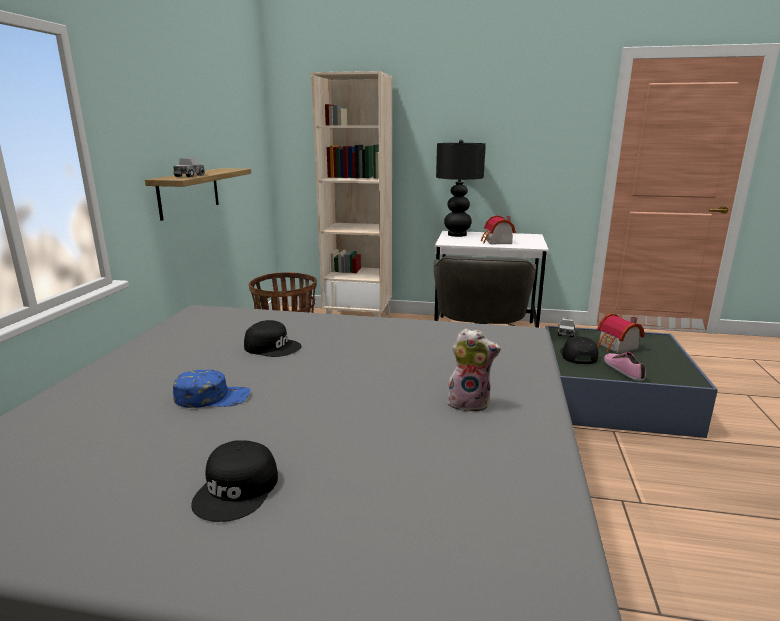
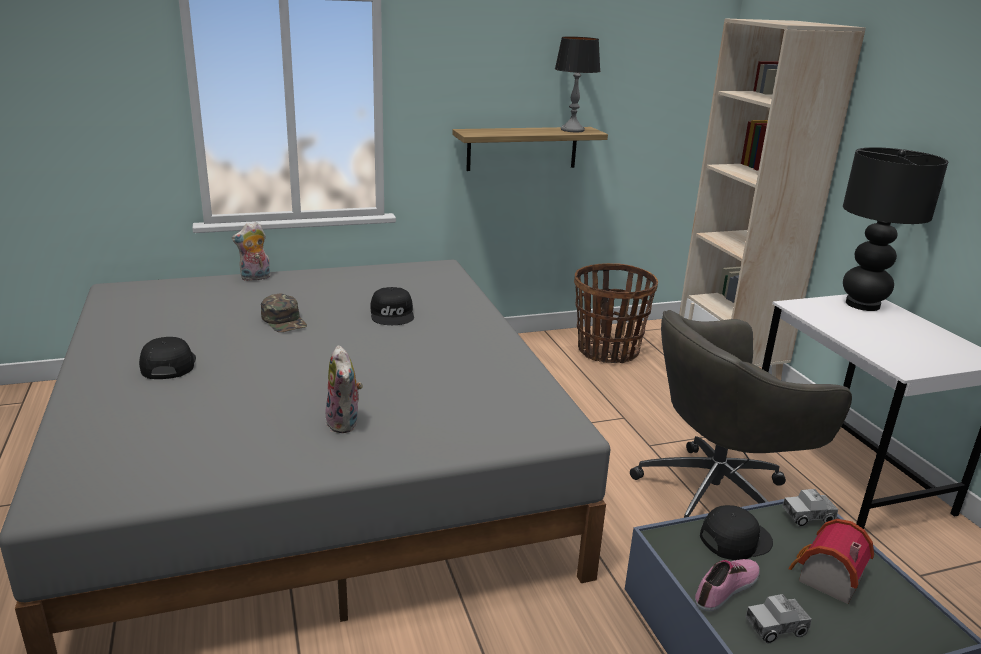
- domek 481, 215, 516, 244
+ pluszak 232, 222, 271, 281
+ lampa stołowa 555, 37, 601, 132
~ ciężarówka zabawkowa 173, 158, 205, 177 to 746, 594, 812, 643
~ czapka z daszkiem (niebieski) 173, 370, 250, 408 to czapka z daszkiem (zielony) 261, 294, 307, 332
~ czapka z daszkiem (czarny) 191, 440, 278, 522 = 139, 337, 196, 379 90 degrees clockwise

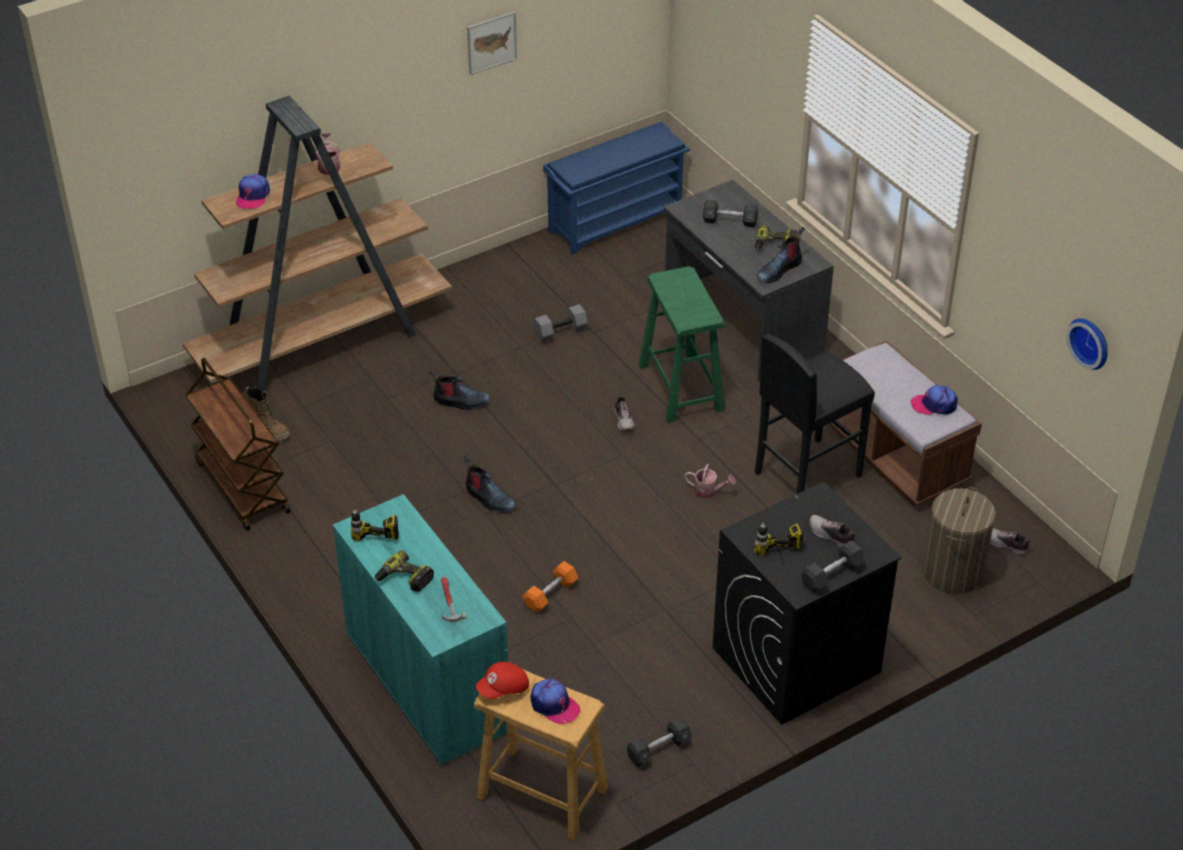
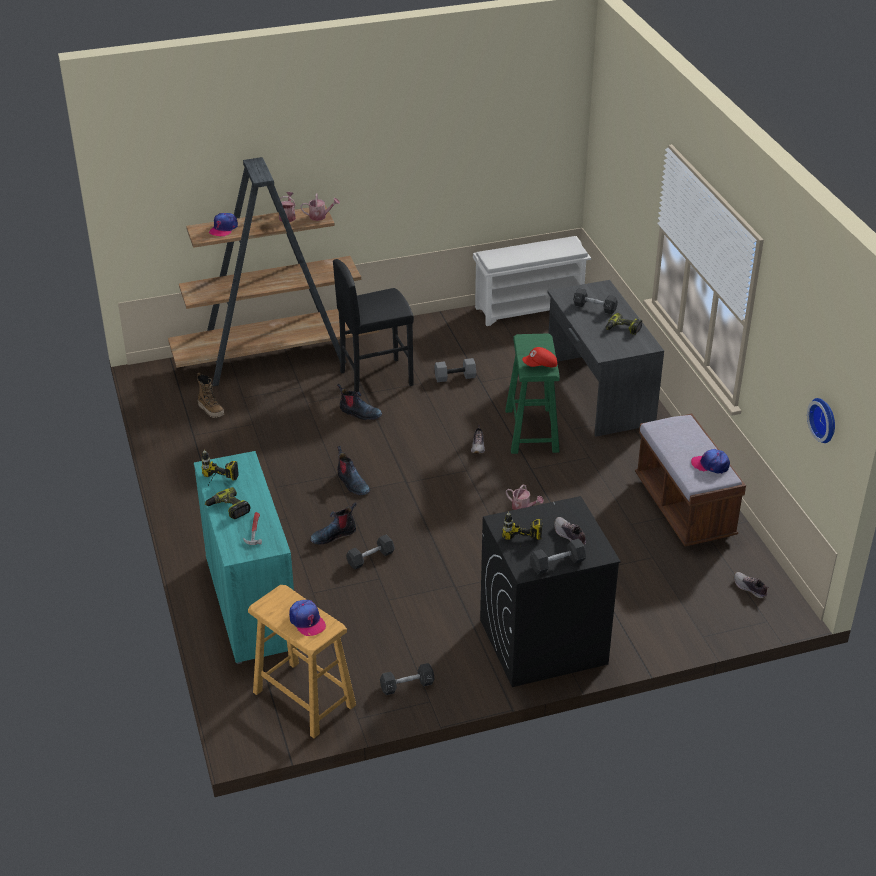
- wózek (brązowy) 185, 358, 291, 531
- obraz 467, 11, 517, 75
- kosz na pranie 923, 487, 996, 594
+ konewka 301, 193, 340, 221
~ czapka z daszkiem (czerwony) 476, 662, 529, 699 to 522, 347, 557, 367
~ stołek (czarny) 755, 334, 875, 494 to 333, 259, 414, 392
~ but z cholewką 757, 227, 805, 283 to 310, 502, 357, 545
~ hantel (pomarańczowy) 523, 561, 578, 613 to hantel (czarny) 346, 535, 394, 569
~ regał na buty (niebieski) 543, 122, 690, 255 to regał na buty (biały) 473, 236, 591, 326

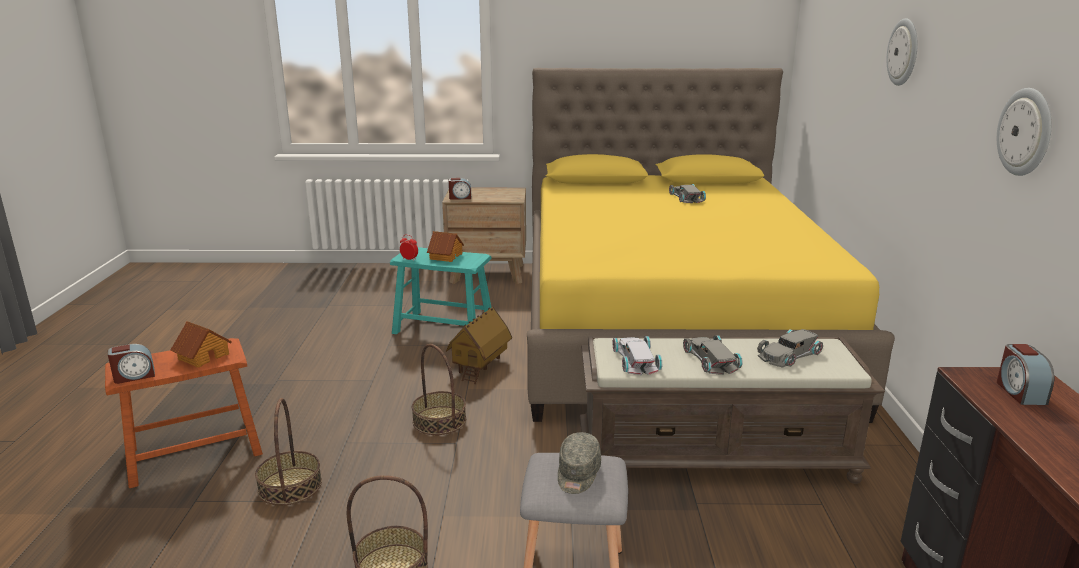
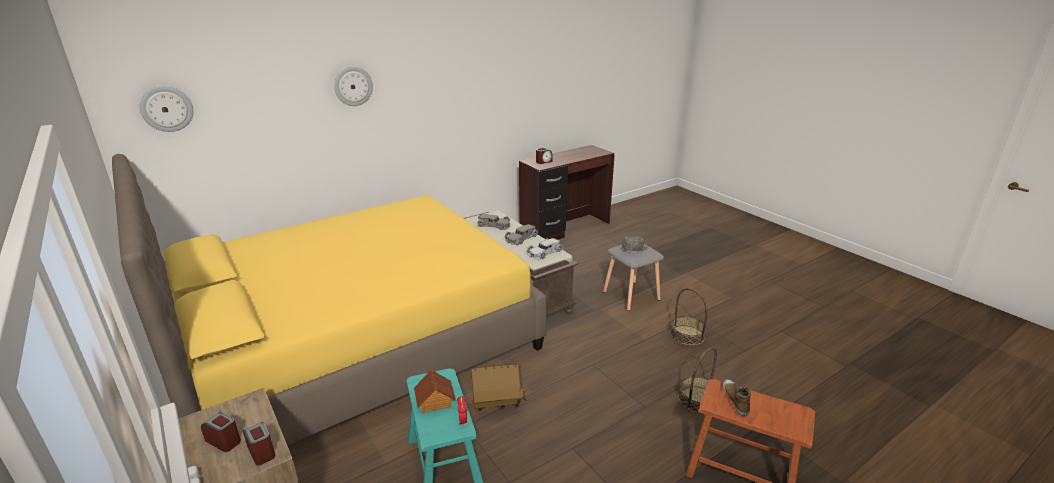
- koszyk 412, 344, 466, 435
- samochodzik (szary) 669, 184, 706, 203
~ budzik 108, 344, 155, 384 to 201, 412, 241, 452
~ zegar ścienny 997, 88, 1052, 176 to 139, 86, 194, 132
~ domek 170, 321, 232, 368 to but 723, 379, 751, 416

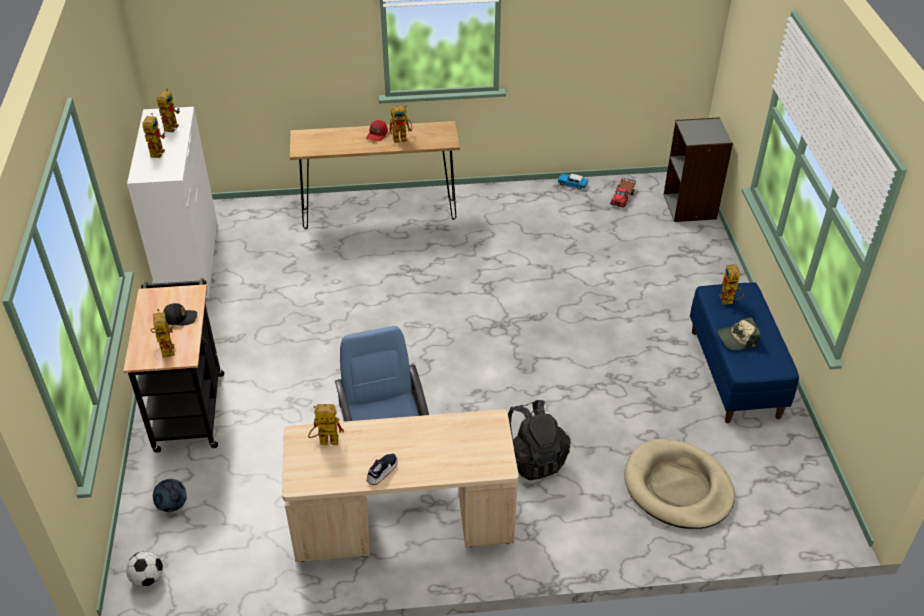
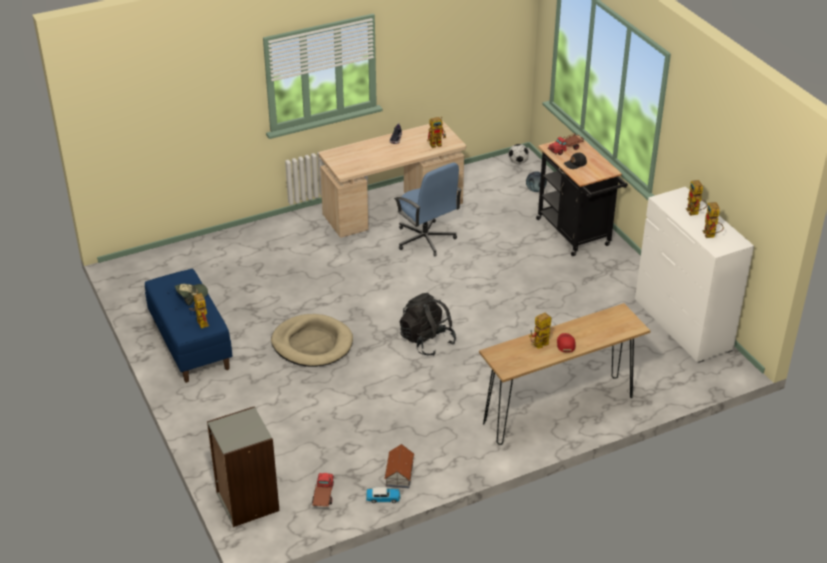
+ domek 384, 444, 414, 488
~ plecak (czarny) 508, 400, 571, 480 to 400, 293, 456, 356
~ legowisko (beżowy) 624, 438, 735, 529 to 271, 314, 353, 367
~ robot zabawkowy 151, 309, 175, 358 to ciężarówka zabawkowa 548, 133, 584, 155

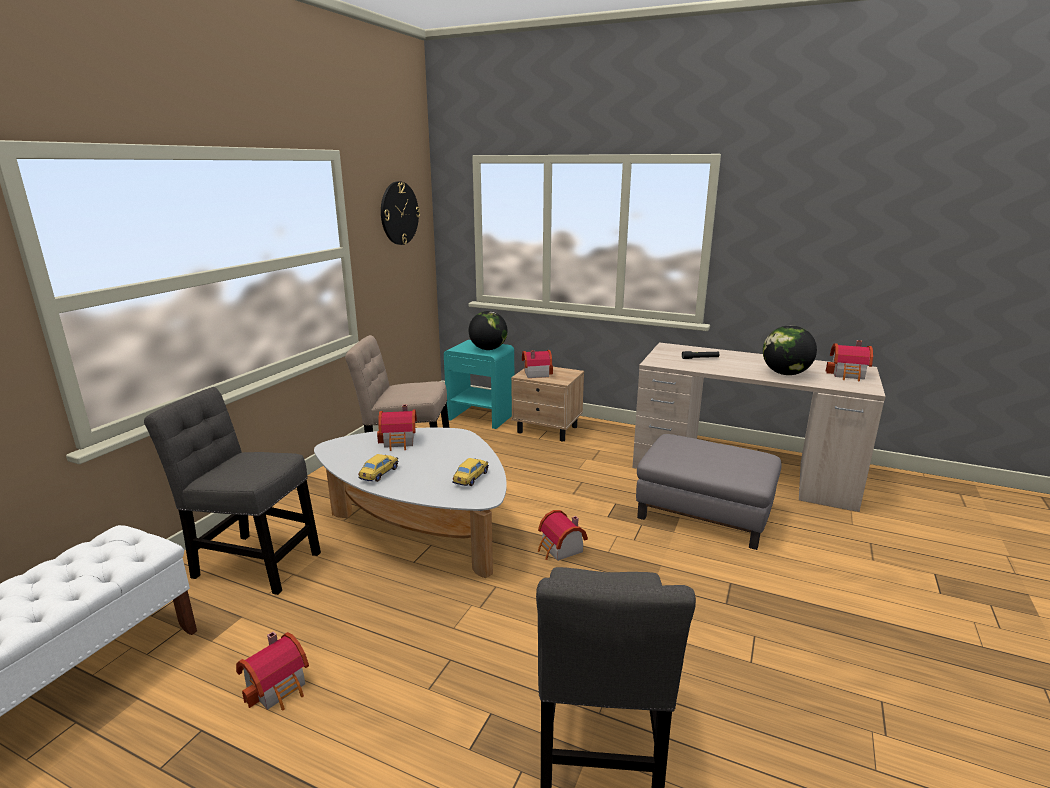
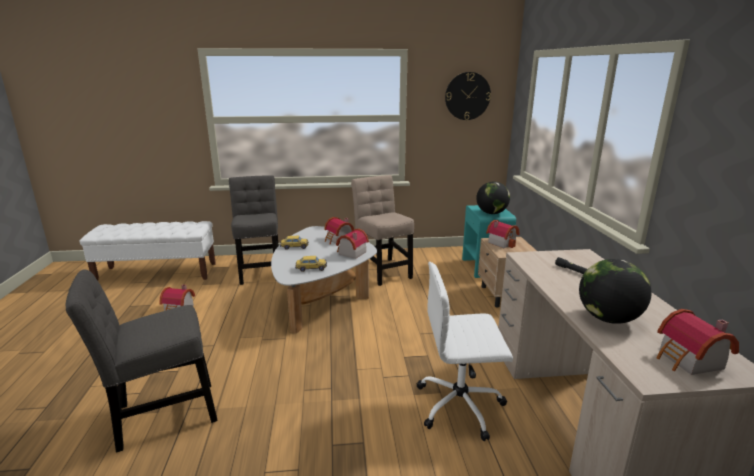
~ domek 538, 510, 588, 561 to 336, 229, 369, 259
~ pufa (szary) 636, 434, 782, 550 to krzesło biurowe (biały) 417, 262, 513, 441

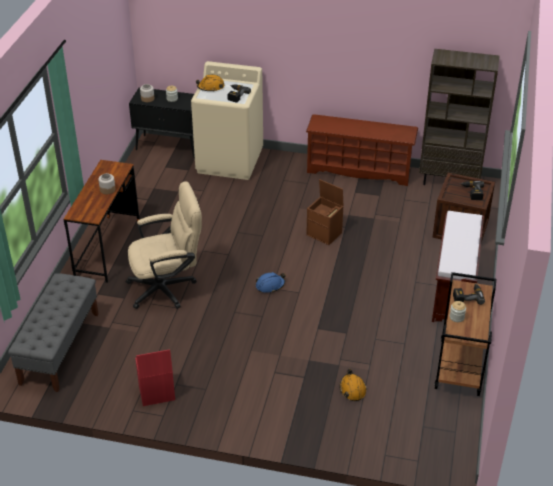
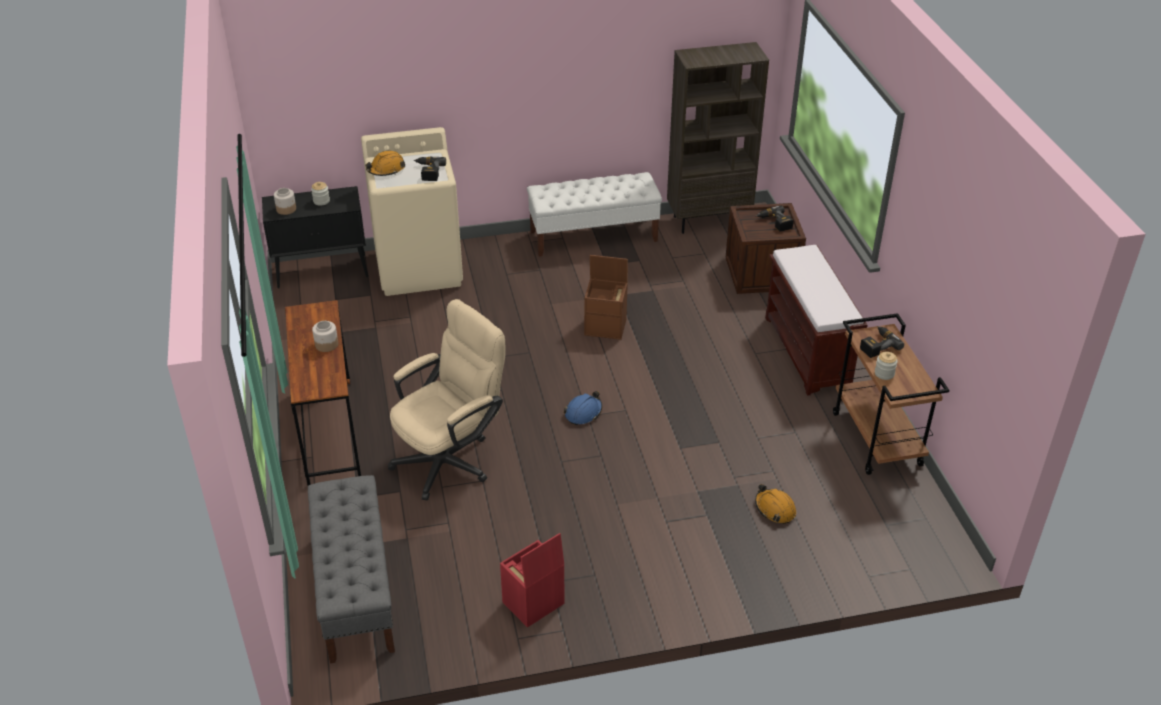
~ regał na buty (brązowy) 306, 114, 418, 186 to ławka (biały) 527, 172, 662, 257

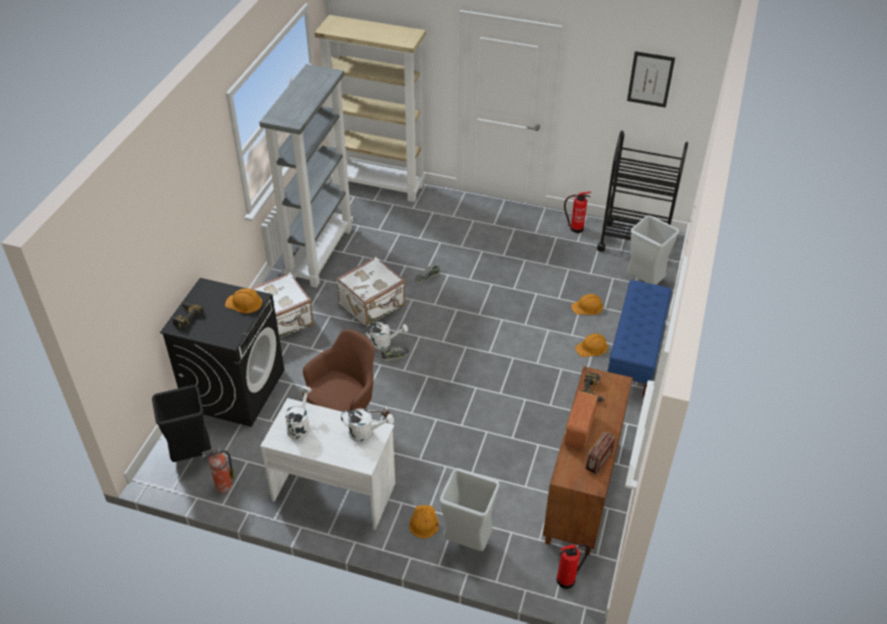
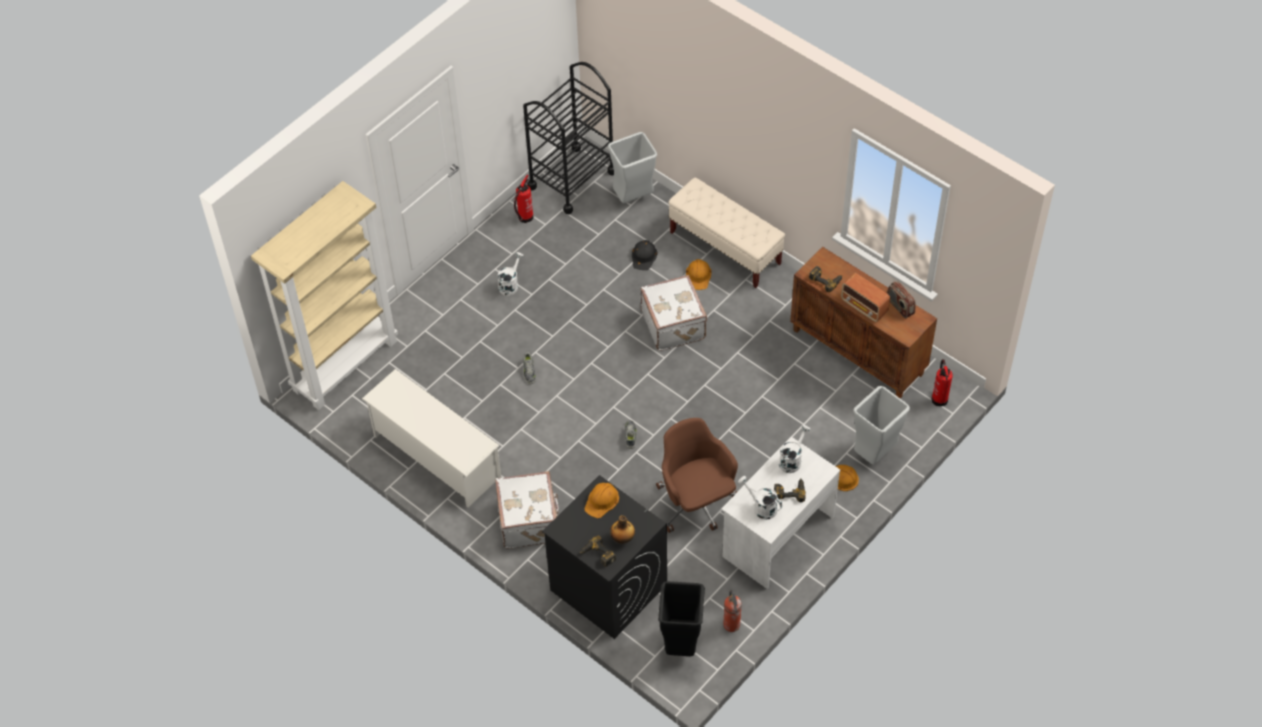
- obraz 627, 51, 675, 108
+ butelka 610, 515, 635, 544
+ wiertarka 774, 479, 806, 502
~ walizka (biały) 336, 257, 405, 327 to 641, 275, 707, 351
~ konewka (biały) 365, 322, 408, 350 to 498, 252, 524, 296
~ regał (szary) 259, 64, 353, 288 to regał na buty (biały) 362, 369, 501, 507
~ kask (pomarańczowy) 571, 294, 603, 315 to kask (czarny) 632, 240, 658, 270
~ ławka (niebieski) 607, 280, 672, 398 to ławka (beżowy) 668, 178, 785, 288

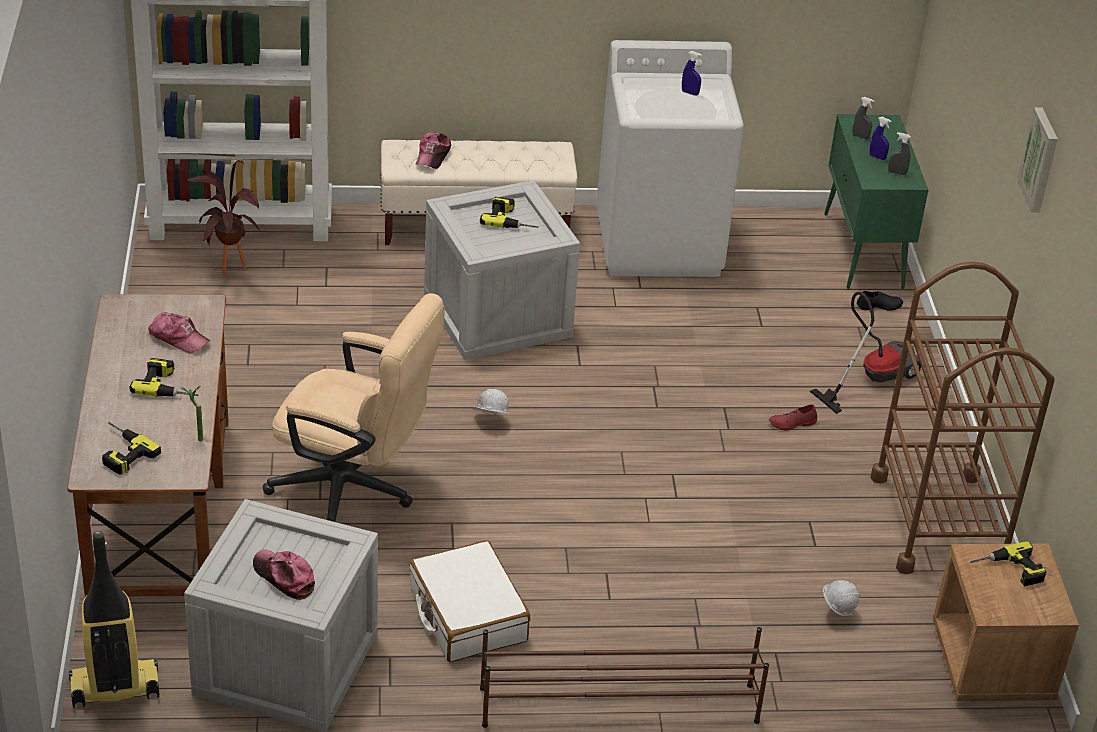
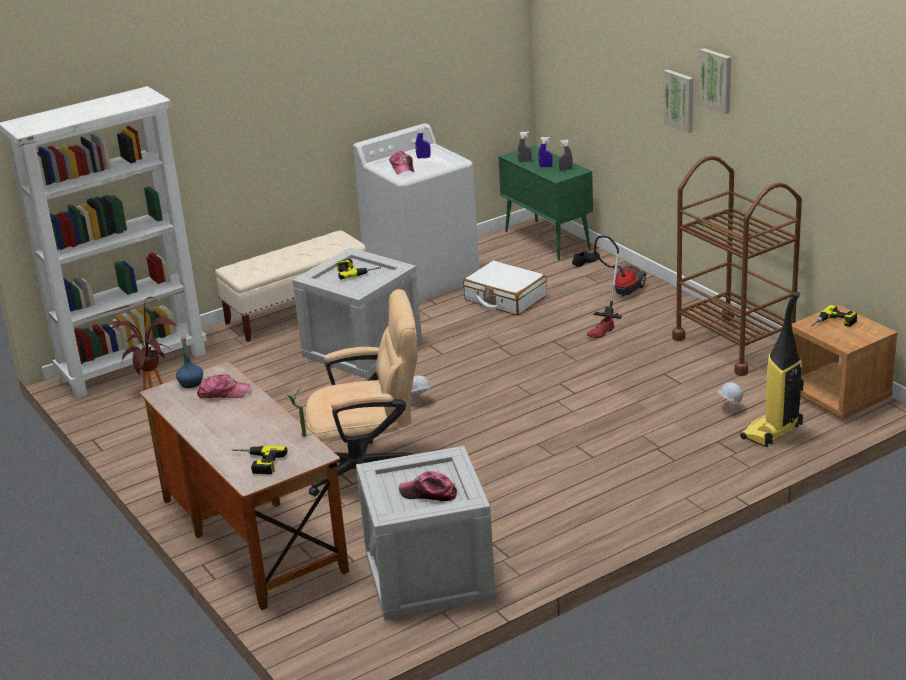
- wiertarka 129, 358, 198, 396
- regał na buty (brązowy) 480, 627, 769, 728
+ butelka (niebieski) 176, 337, 203, 388
+ obraz 664, 70, 693, 133
~ odkurzacz 69, 531, 160, 708 to 740, 291, 804, 447
~ walizka (biały) 409, 540, 530, 662 to 463, 260, 547, 316
~ czapka z daszkiem 416, 132, 451, 169 to 389, 151, 414, 175

